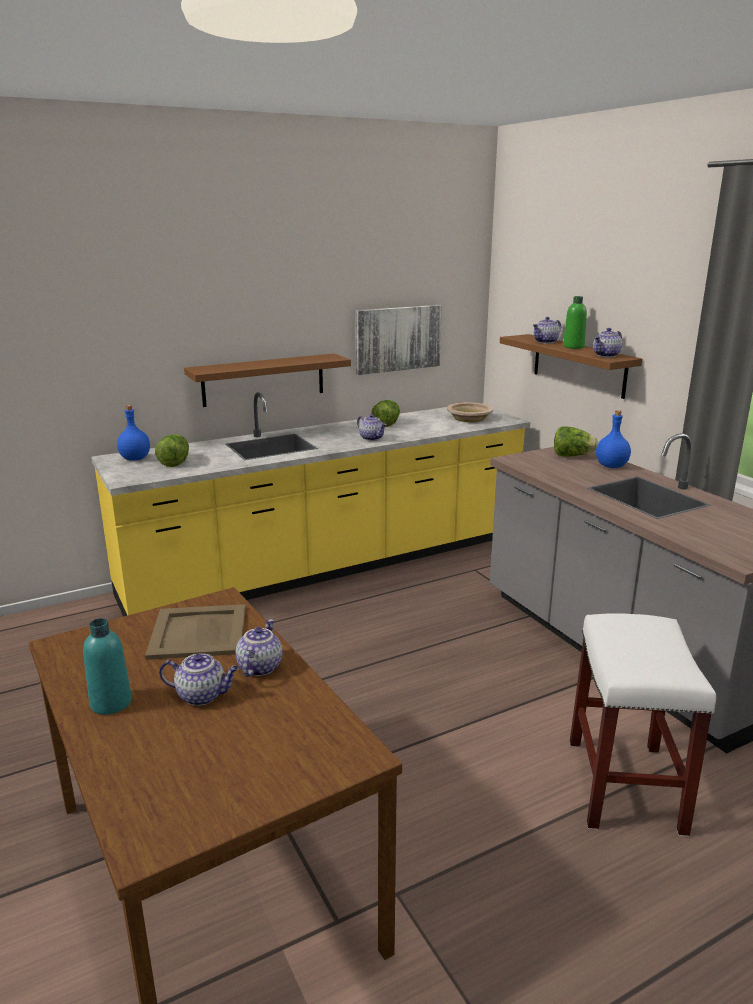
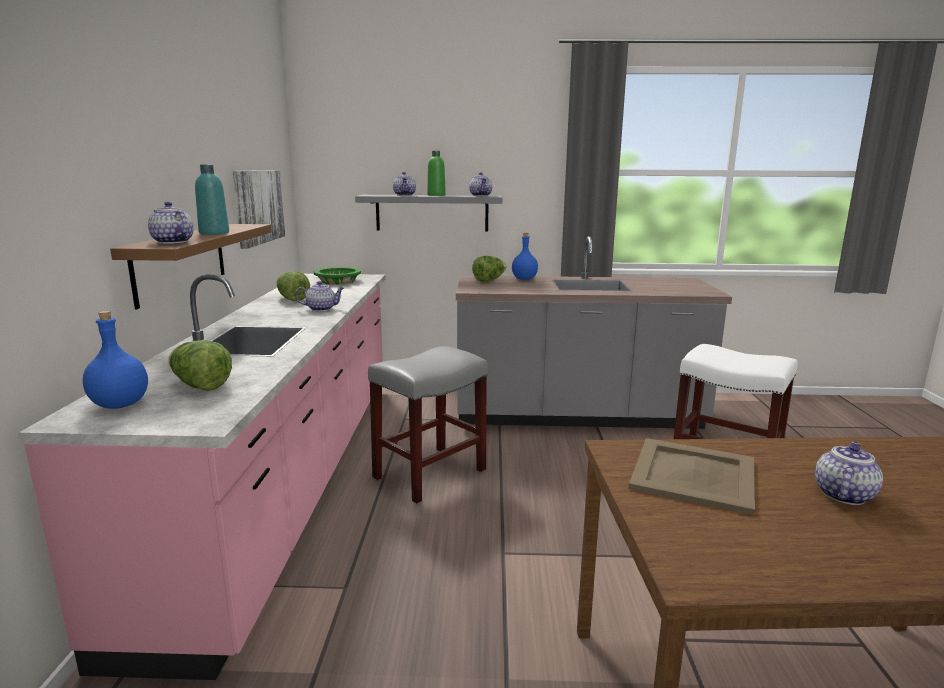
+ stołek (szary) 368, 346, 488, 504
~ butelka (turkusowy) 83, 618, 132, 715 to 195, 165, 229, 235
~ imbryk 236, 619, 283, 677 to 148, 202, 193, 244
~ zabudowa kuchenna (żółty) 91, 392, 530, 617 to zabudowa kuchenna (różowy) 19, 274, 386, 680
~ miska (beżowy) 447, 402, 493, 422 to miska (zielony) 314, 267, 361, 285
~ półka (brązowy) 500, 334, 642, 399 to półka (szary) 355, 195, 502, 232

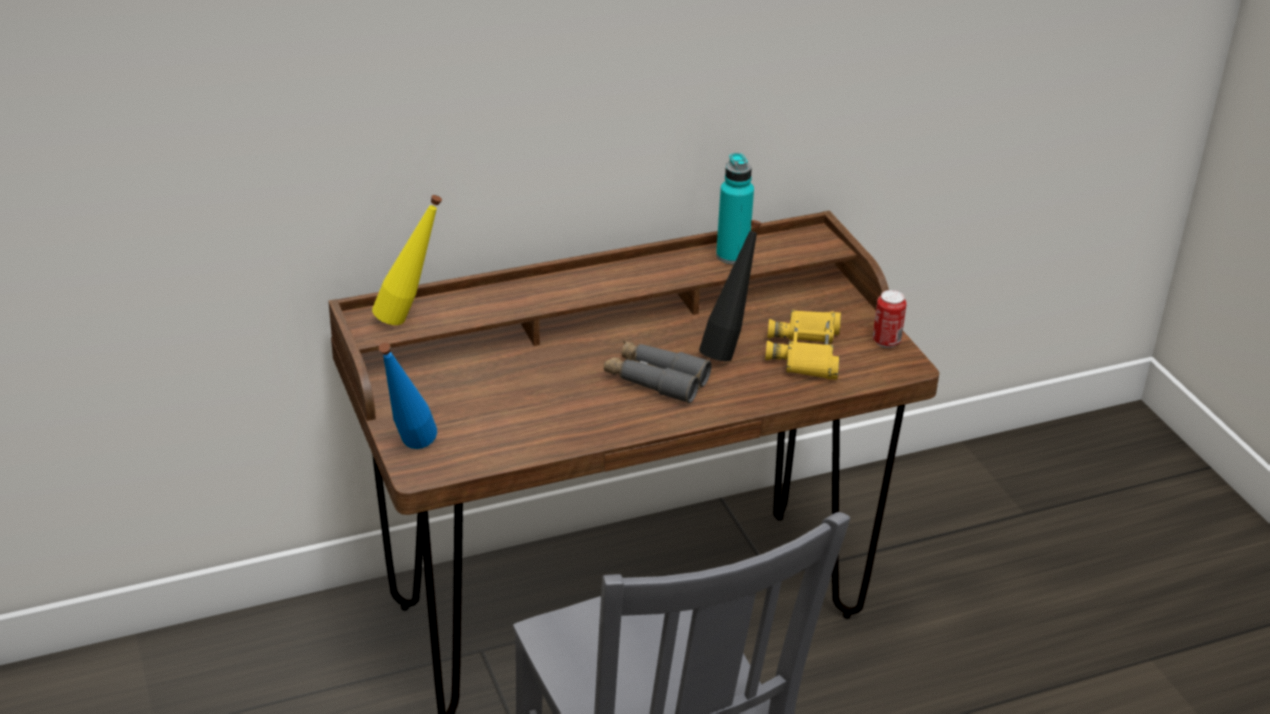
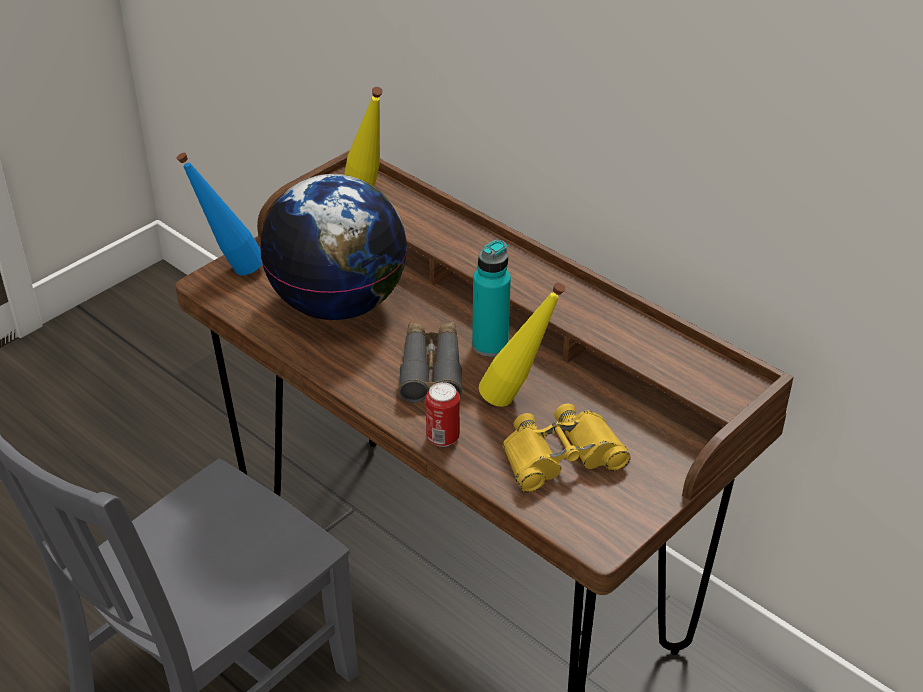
+ globus 260, 174, 407, 320
~ butelka (turkusowy) 716, 153, 754, 264 to 472, 240, 511, 357
~ puszka 873, 290, 907, 348 to 426, 382, 460, 447
~ butelka (czarny) 699, 220, 761, 361 to butelka (żółty) 479, 282, 565, 407

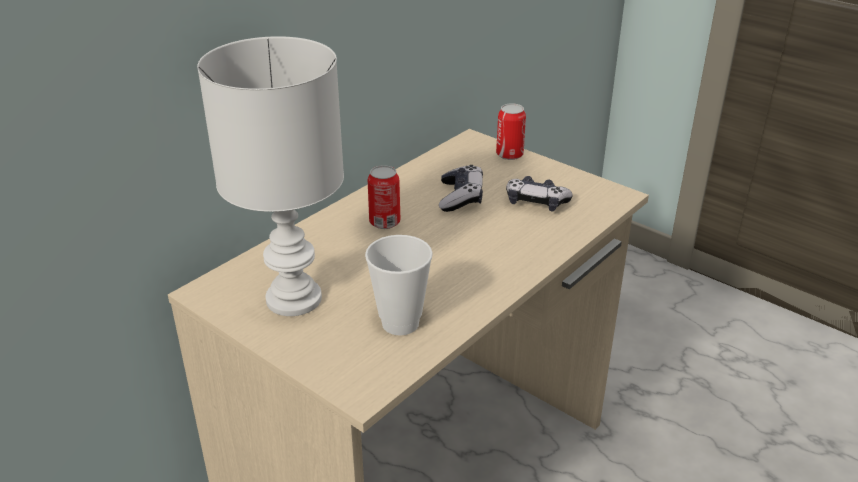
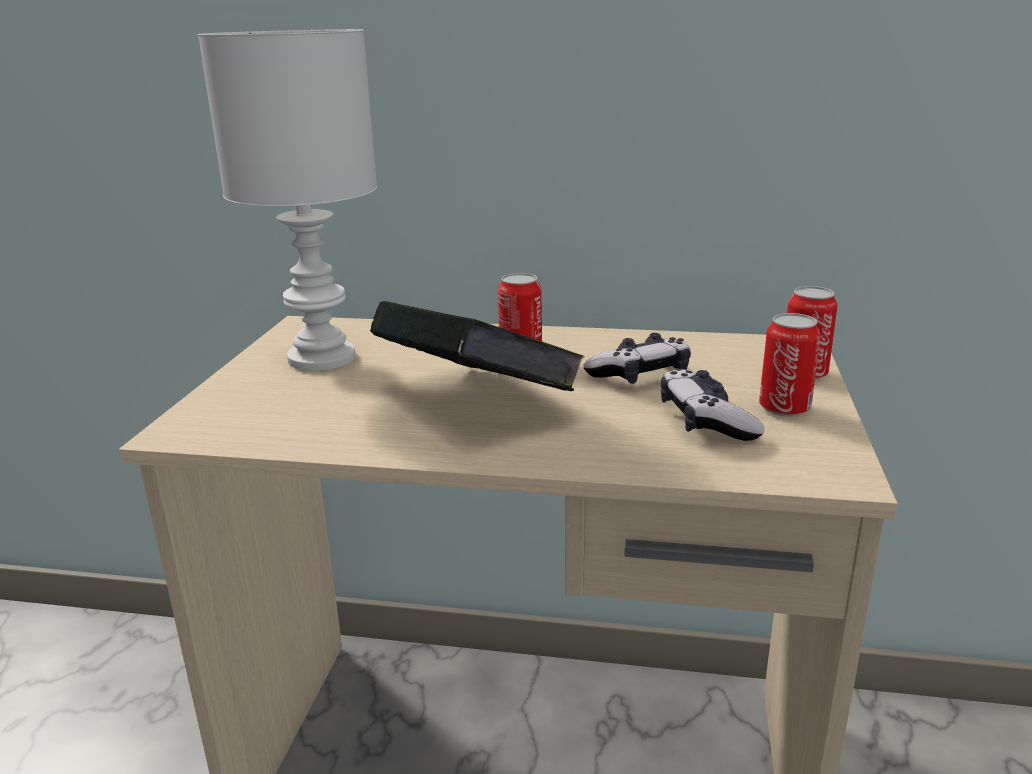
- filiżanka 365, 235, 433, 335
+ książka 370, 301, 585, 391
+ puszka 759, 313, 820, 417

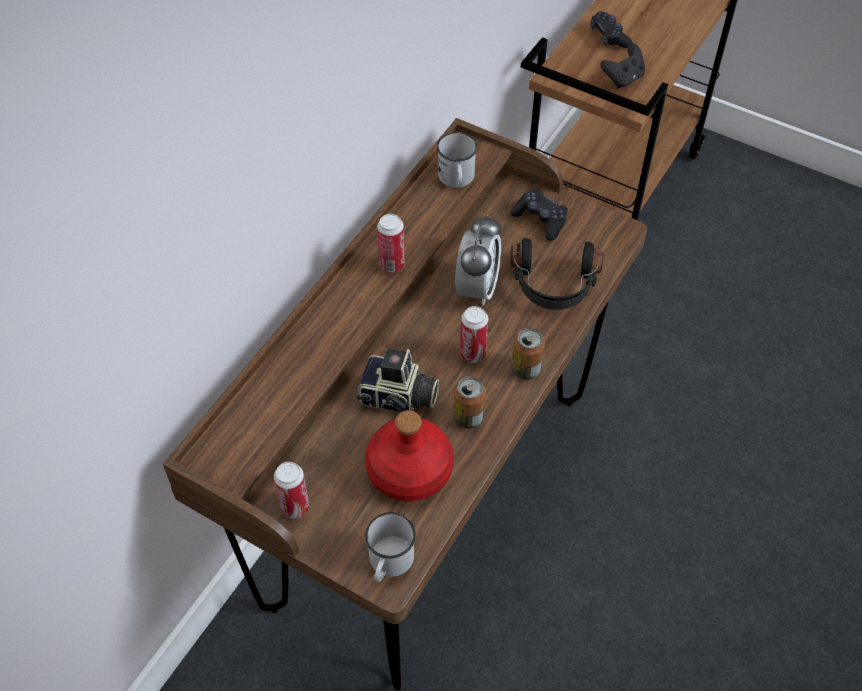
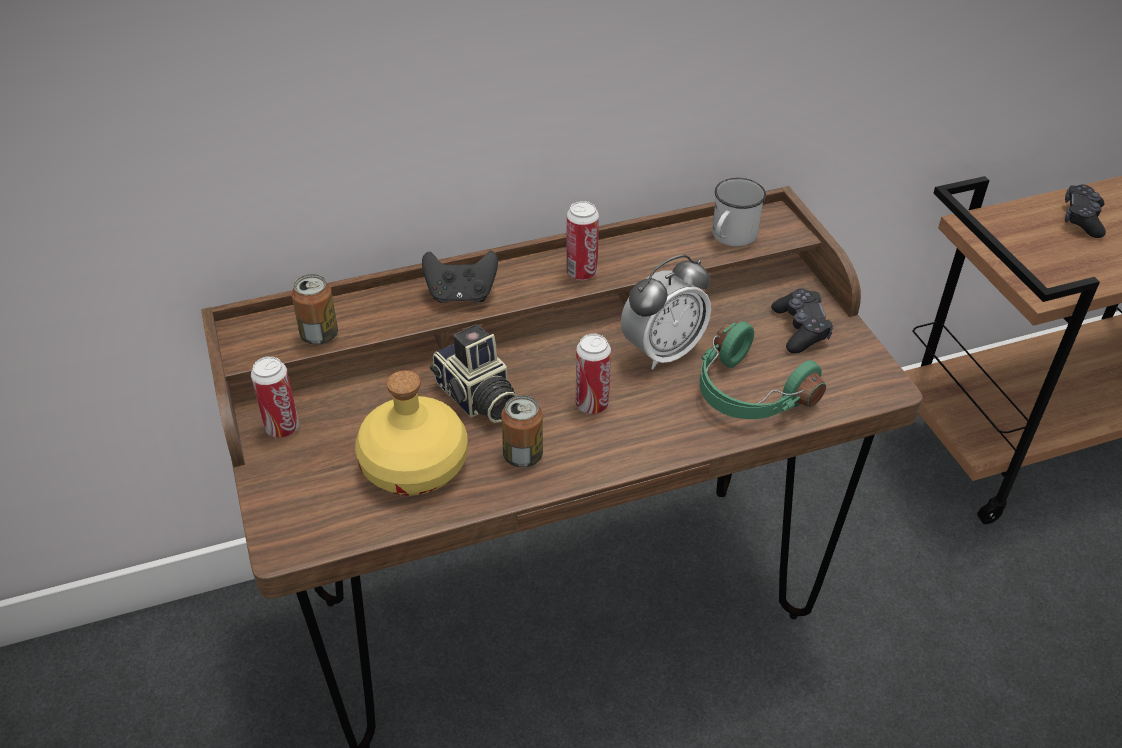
- kubek (biały) 365, 512, 416, 582
~ puszka 511, 328, 545, 380 to 291, 274, 338, 345
~ pad do gier (czarny) 601, 43, 645, 88 to 422, 251, 498, 303
~ butelka (czerwony) 365, 410, 454, 501 to butelka (żółty) 355, 370, 468, 496
~ słuchawki (czarny) 511, 238, 603, 310 to słuchawki (zielony) 700, 321, 826, 419

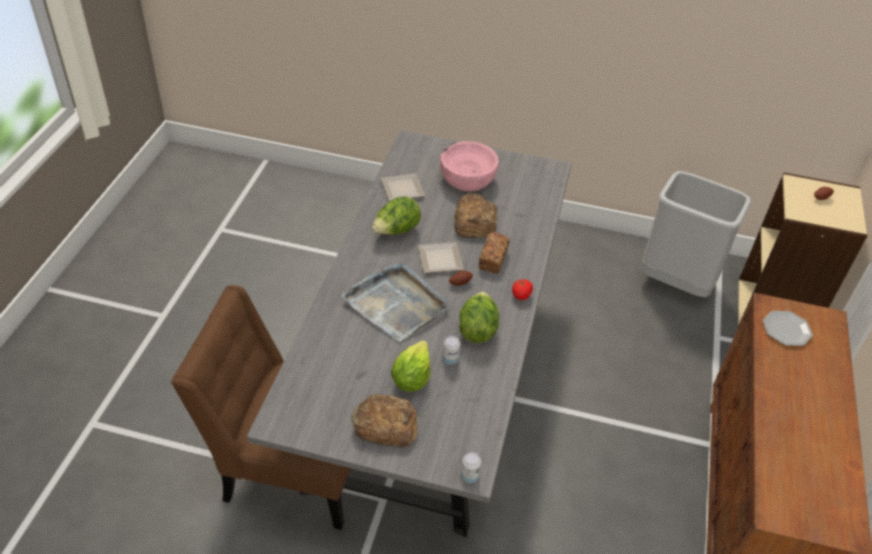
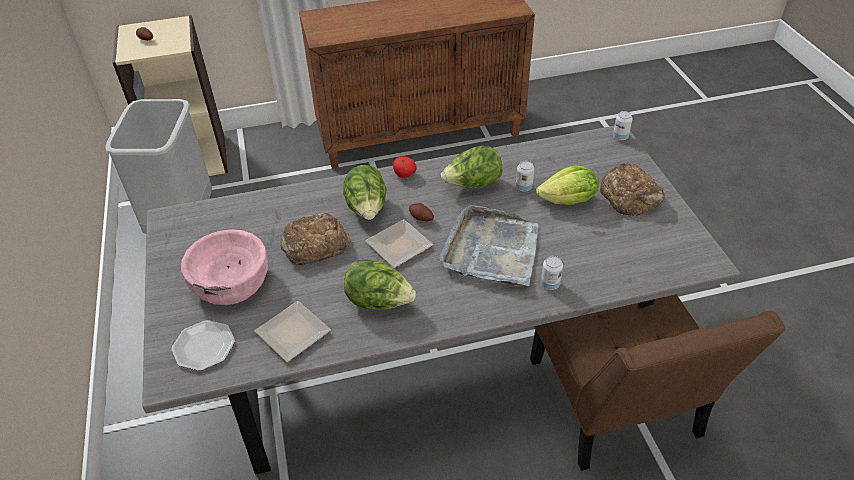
+ puszka 541, 256, 563, 290
~ talerz 763, 311, 813, 346 to 171, 320, 235, 371
~ chleb 479, 232, 509, 274 to sałata 343, 165, 387, 220

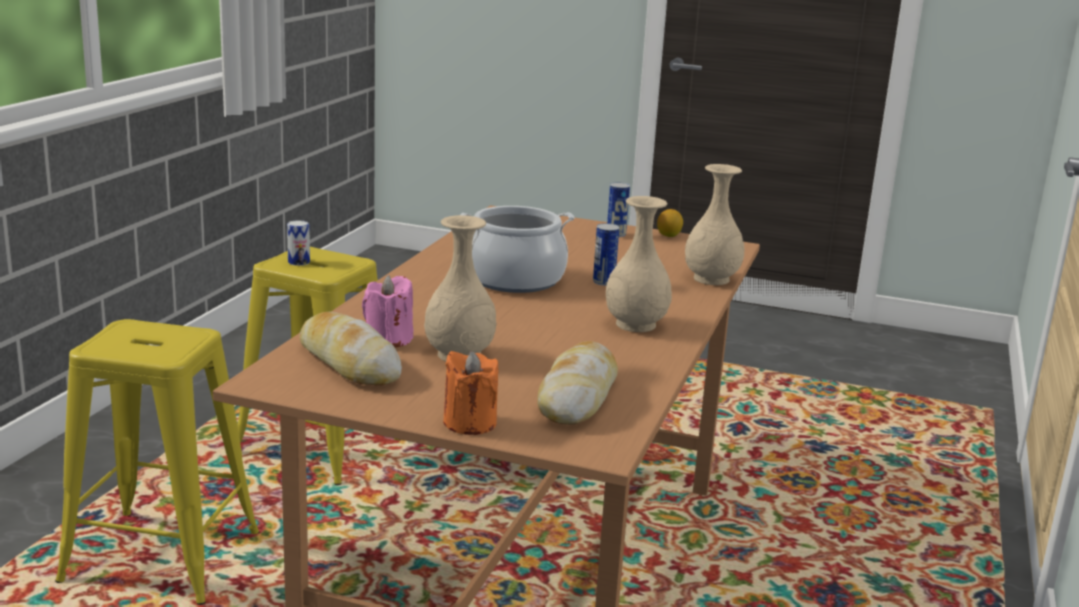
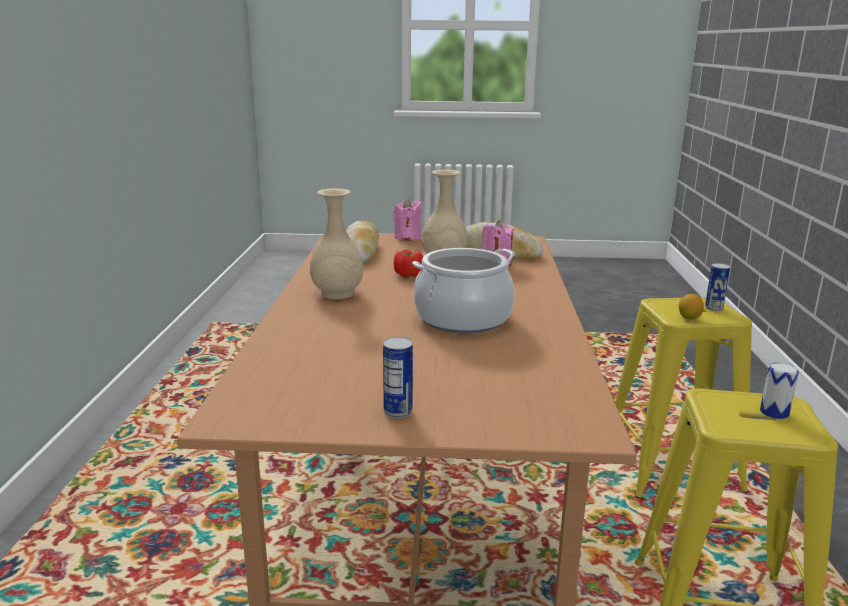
- wazon (beżowy) 685, 164, 744, 285
+ pomidor 394, 250, 423, 277
~ puszka 593, 223, 619, 286 to 705, 263, 730, 311
~ cytryna 657, 209, 683, 237 to 679, 294, 704, 320
~ świeca (pomarańczowy) 443, 351, 498, 435 to świeca (różowy) 393, 198, 422, 241

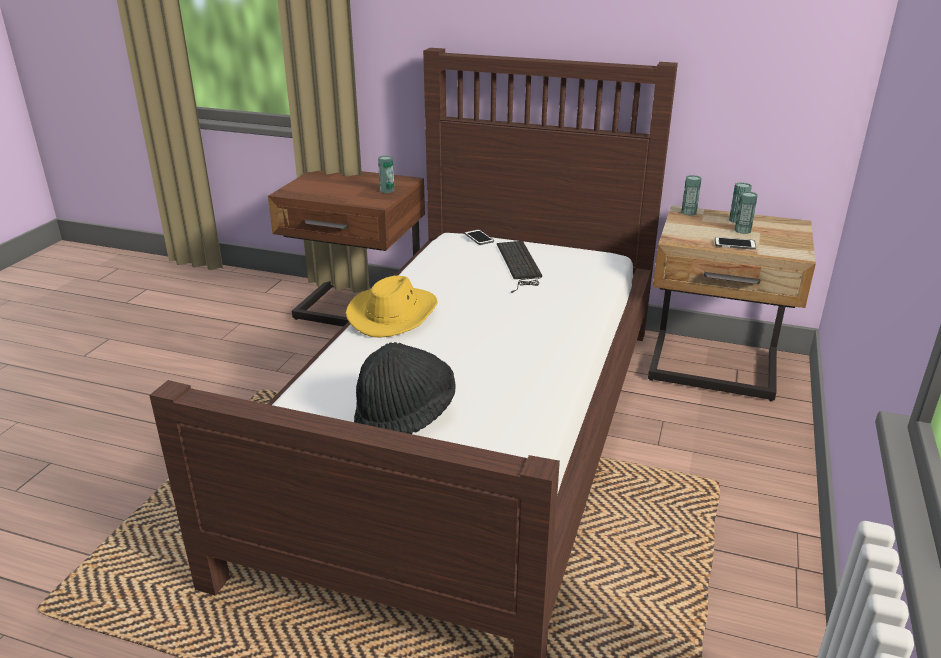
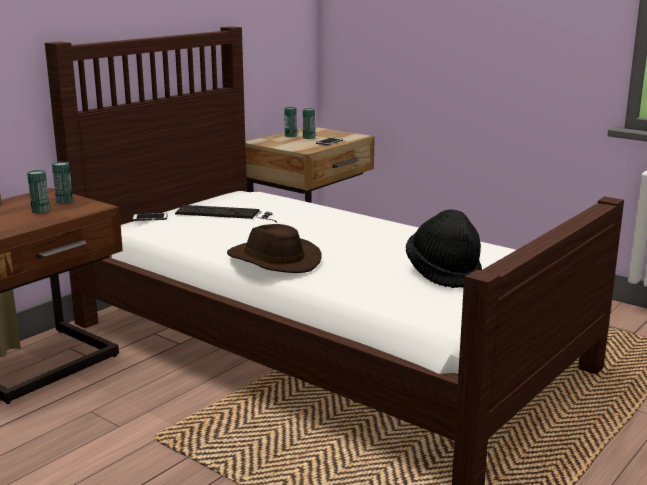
~ puszka 681, 175, 702, 216 to 27, 170, 50, 213
~ kapelusz (żółty) 346, 276, 438, 337 to kapelusz (brązowy) 227, 224, 322, 273

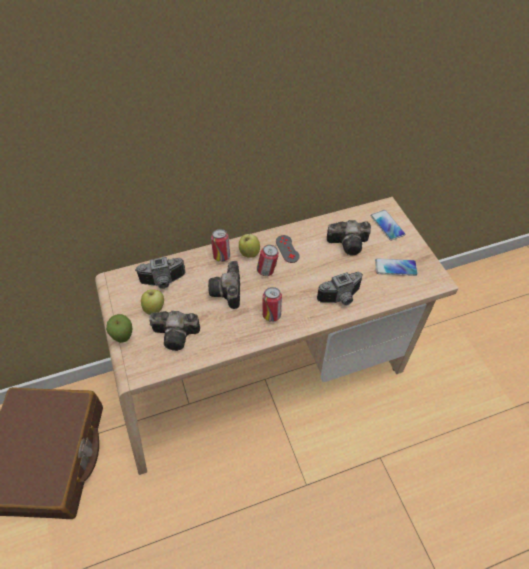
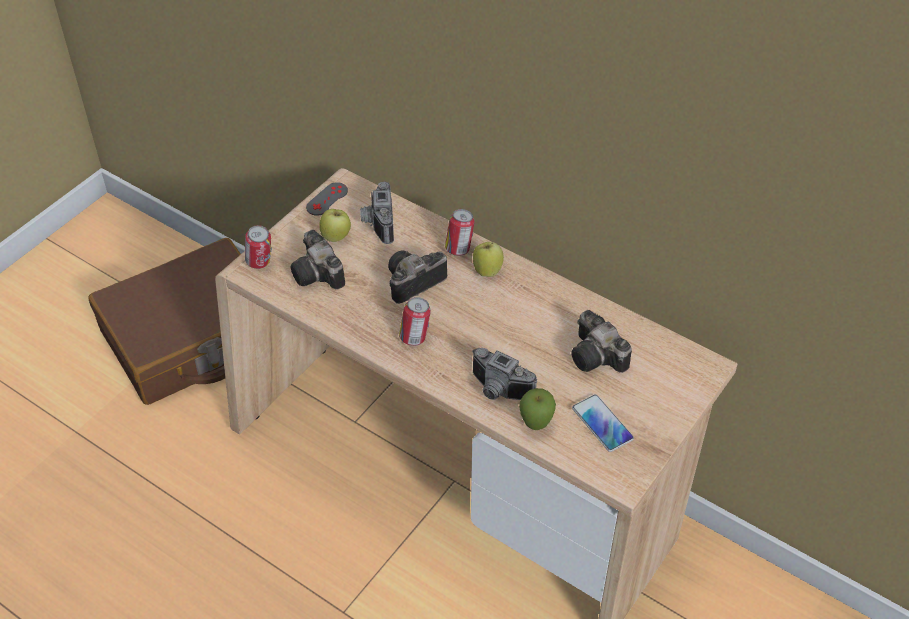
- telefon 371, 210, 406, 240
~ jabłko 106, 314, 133, 343 to 519, 388, 556, 430
~ puszka 257, 245, 279, 276 to 245, 225, 272, 269
~ pad do gier (szary) 276, 235, 300, 263 to 306, 182, 348, 216
~ aparat fotograficzny 135, 257, 185, 289 = 360, 182, 394, 244 45 degrees clockwise

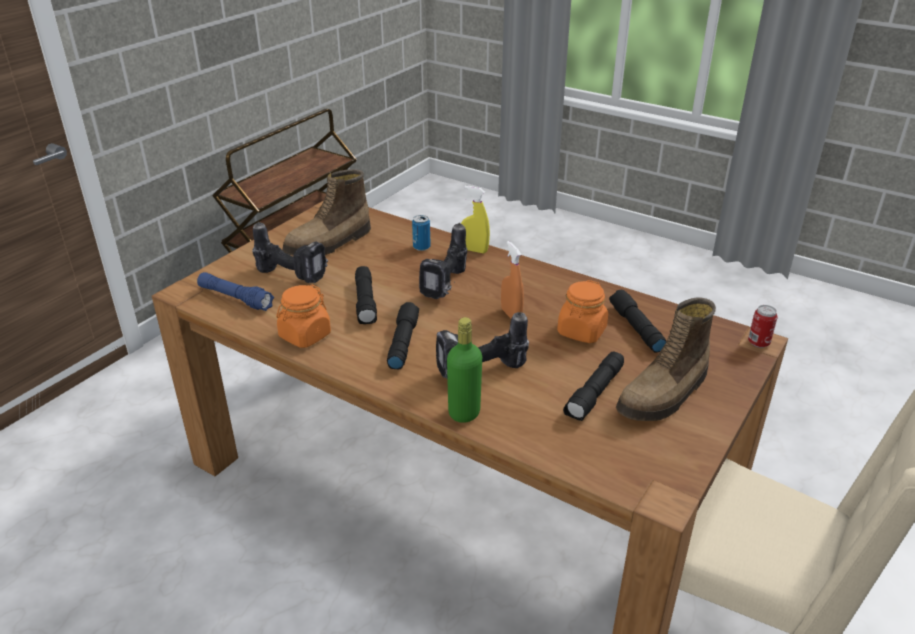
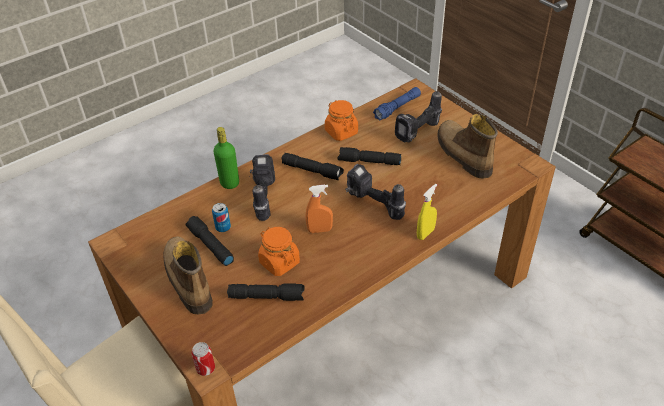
~ puszka 412, 215, 431, 251 to 212, 203, 231, 232

